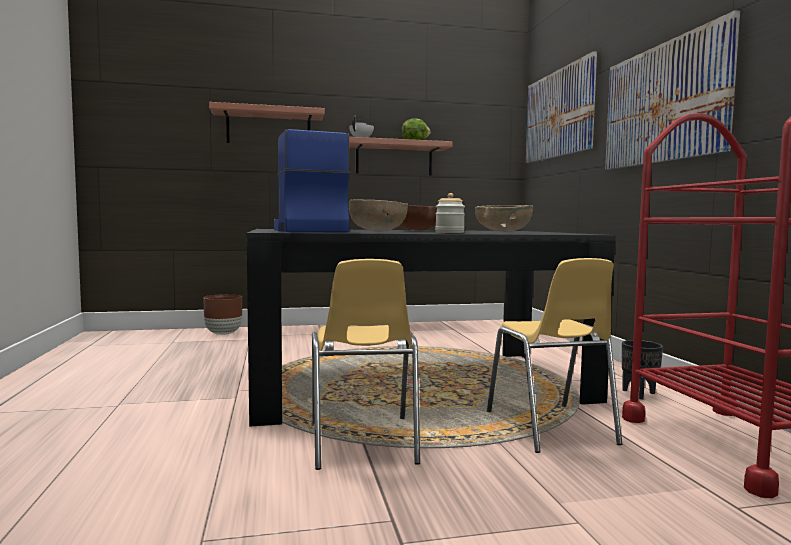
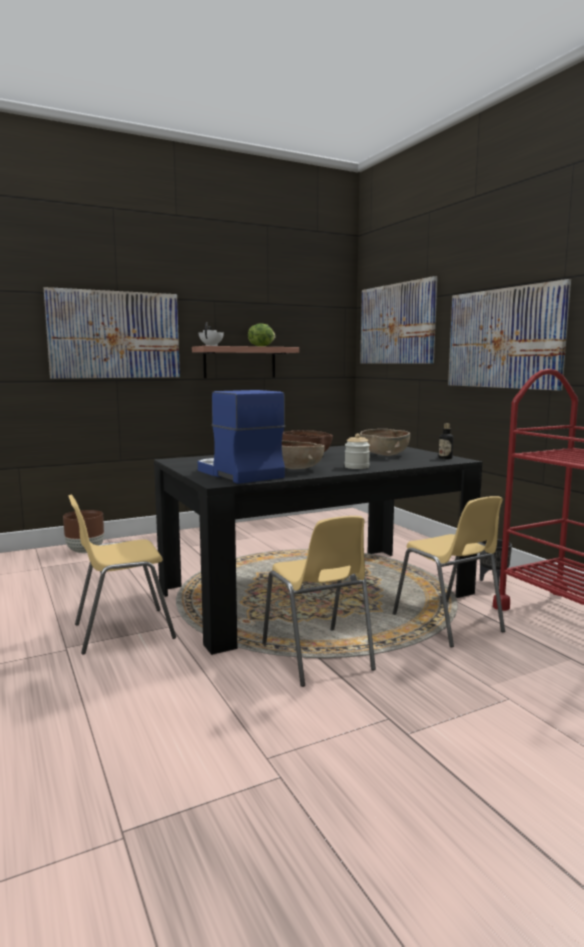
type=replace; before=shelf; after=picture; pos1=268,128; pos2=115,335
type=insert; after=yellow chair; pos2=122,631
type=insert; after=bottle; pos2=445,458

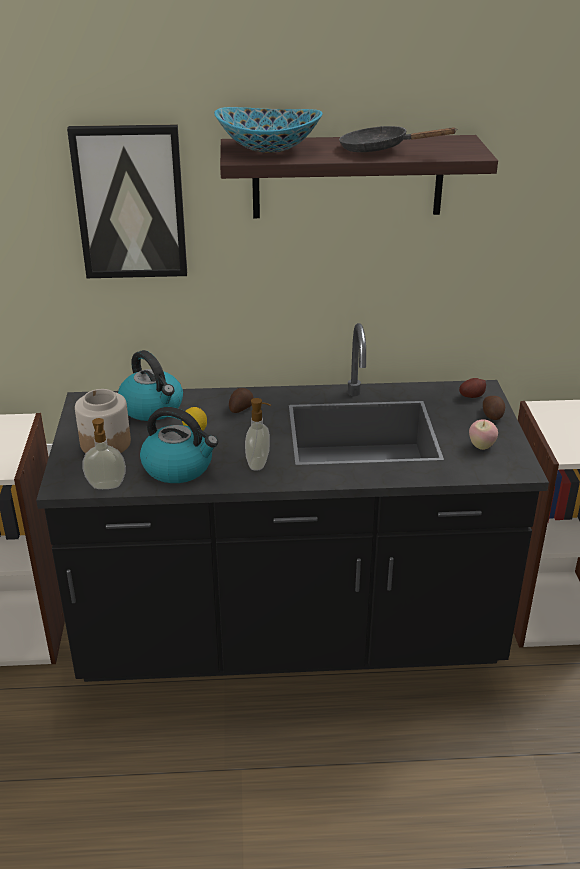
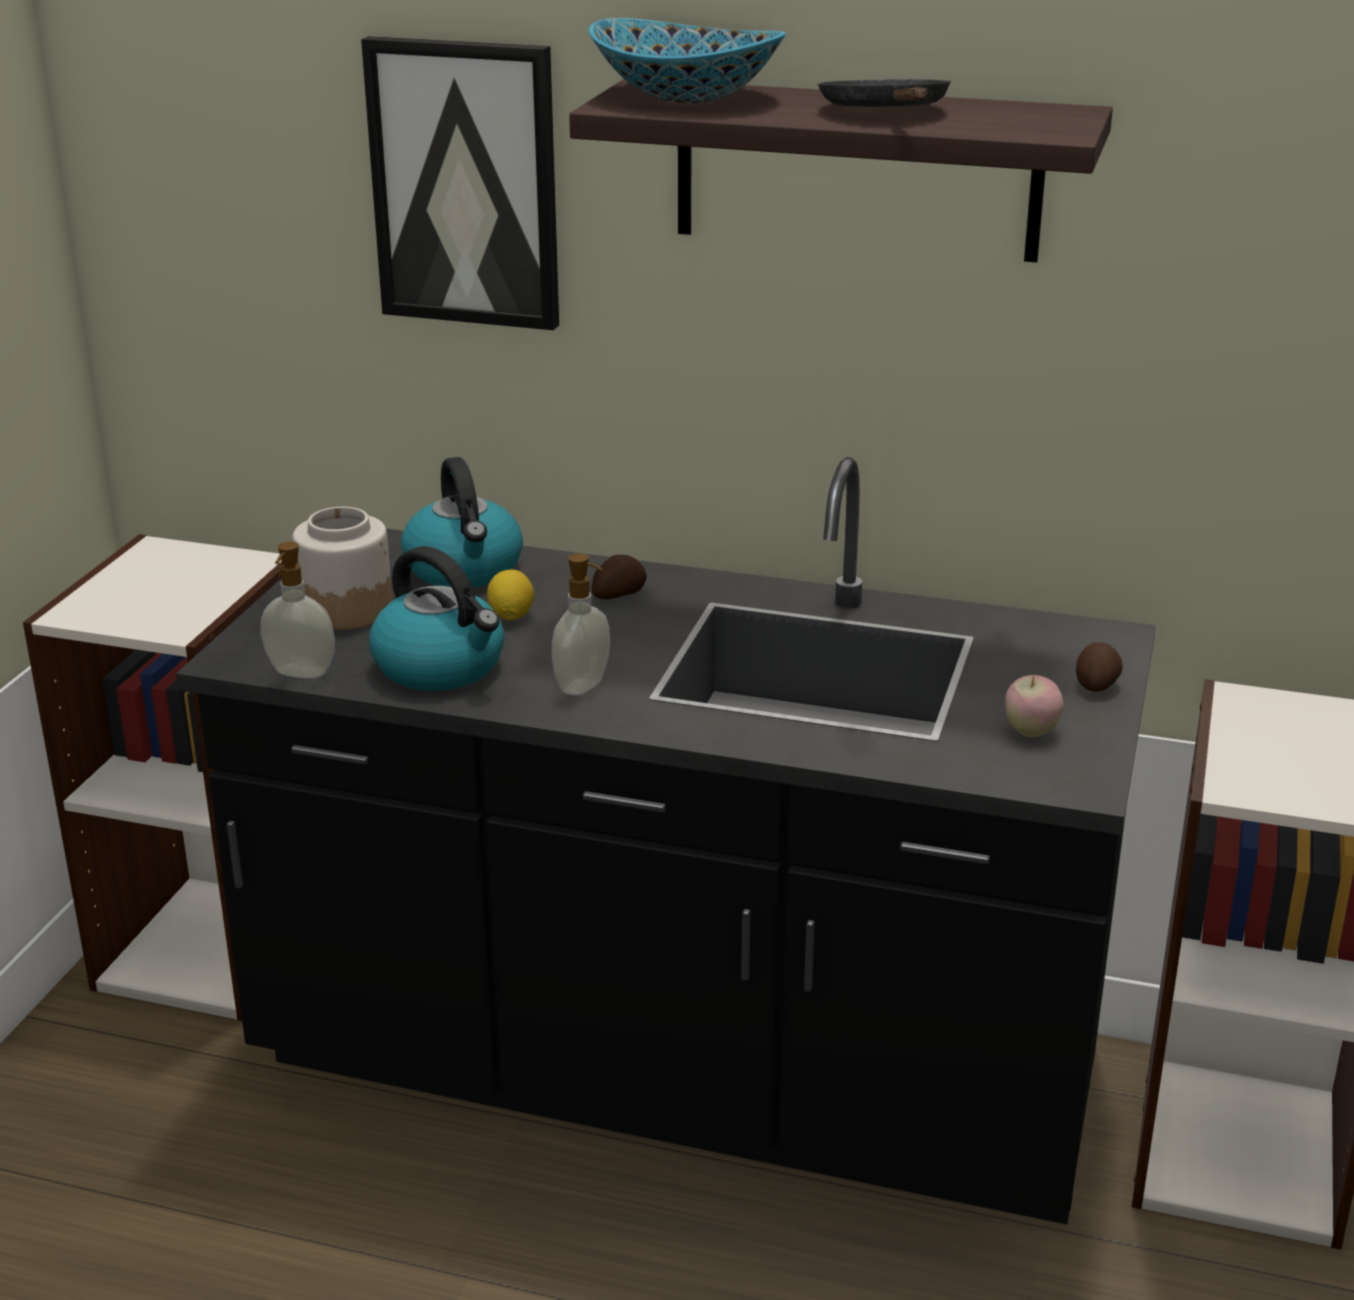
type=rotate; before=black frying pan; pos1=380,150; pos2=887,114; turn=45
type=delete; before=potato; pos1=471,396

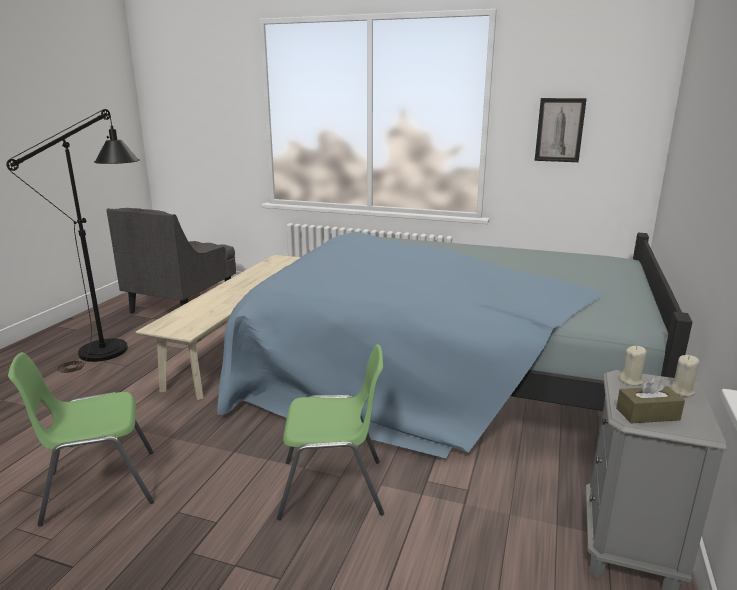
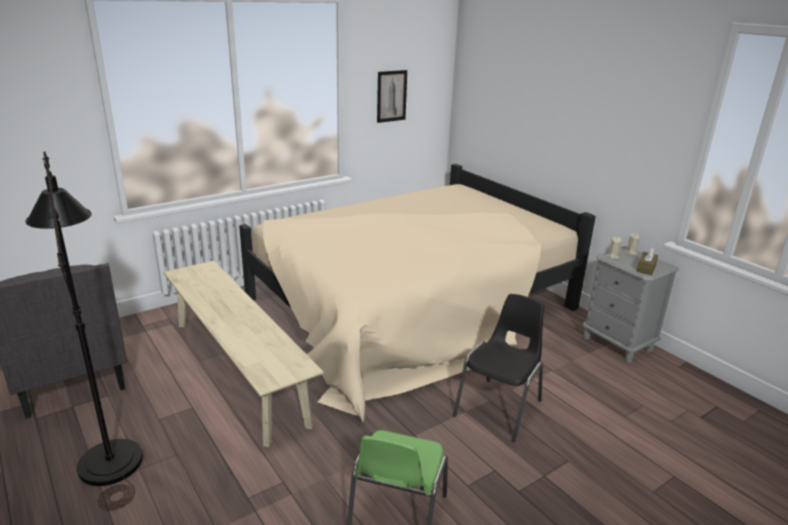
type=recolor; before=blue bed; after=beige bed; pos1=447,372; pos2=411,309
type=recolor; before=green chair; after=black chair; pos1=334,488; pos2=500,408

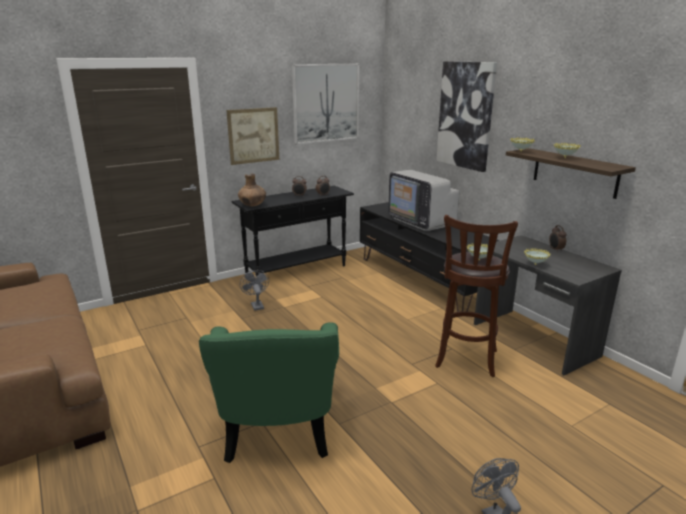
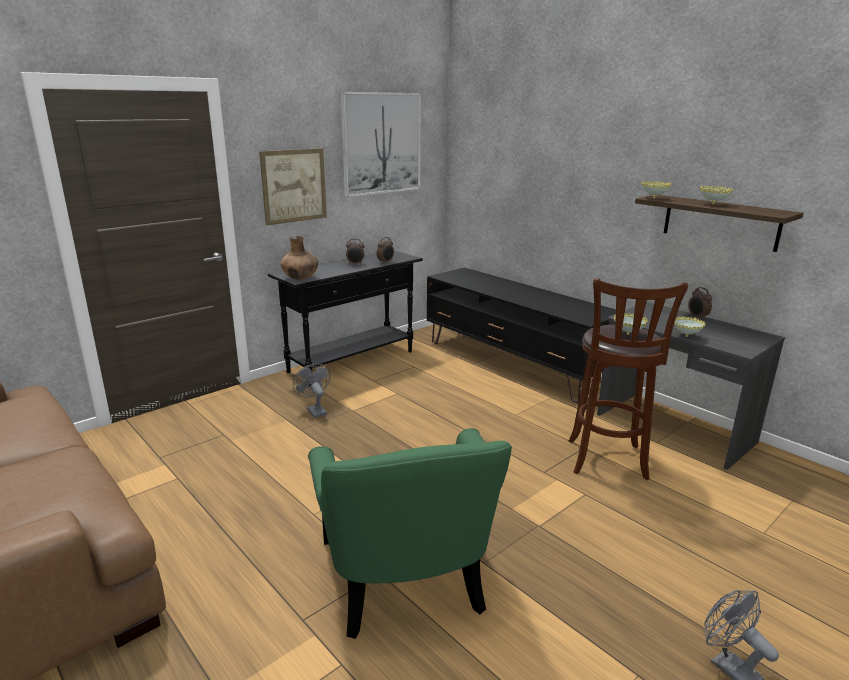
type=delete; before=television; pos1=421,221
type=delete; before=picture; pos1=465,115

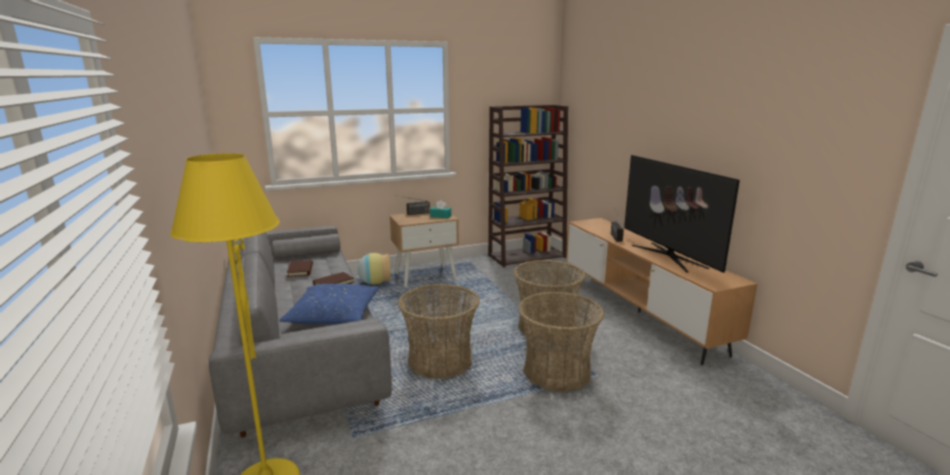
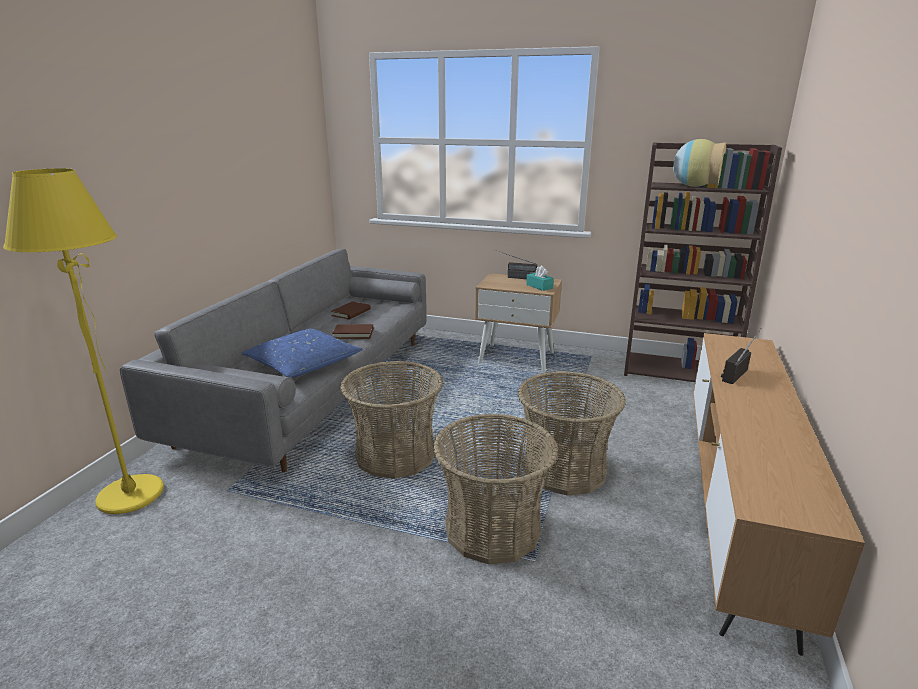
type=move; before=vase; pos1=375,283; pos2=695,186
type=delete; before=television; pos1=668,256

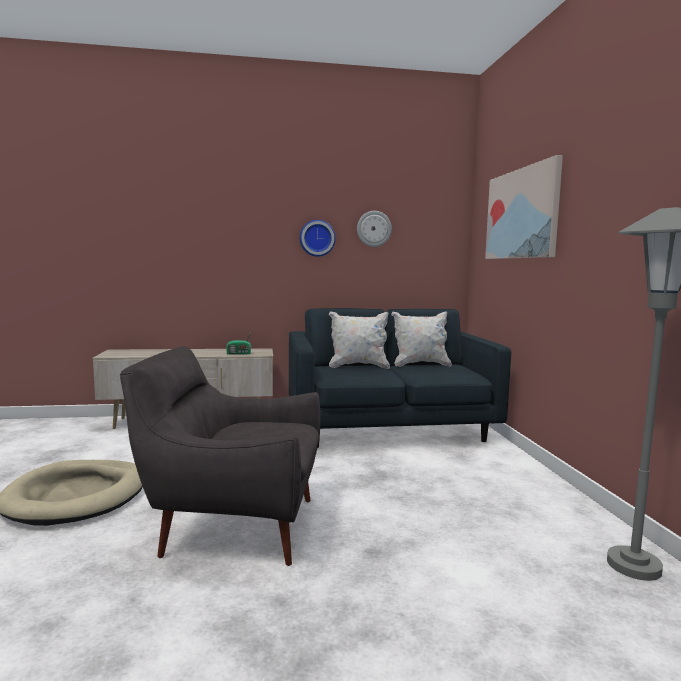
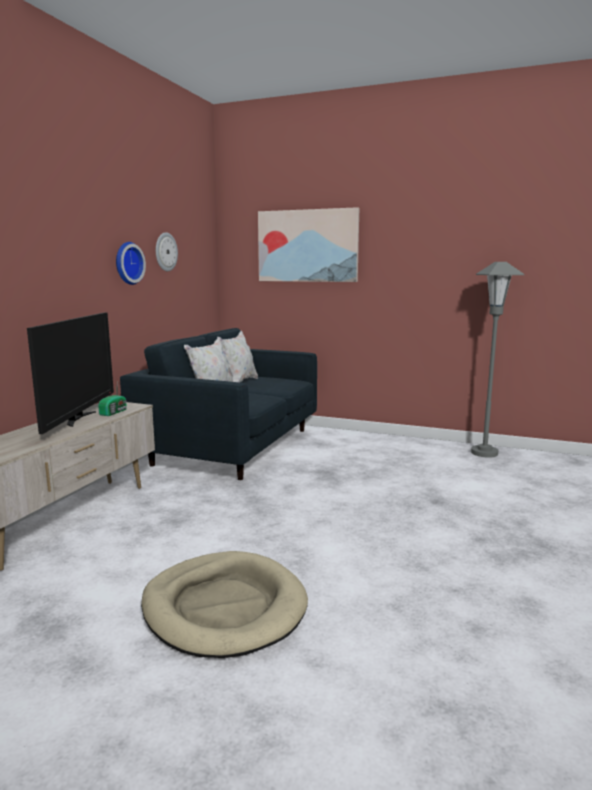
type=delete; before=grey armchair; pos1=233,525
type=insert; after=television; pos2=79,418

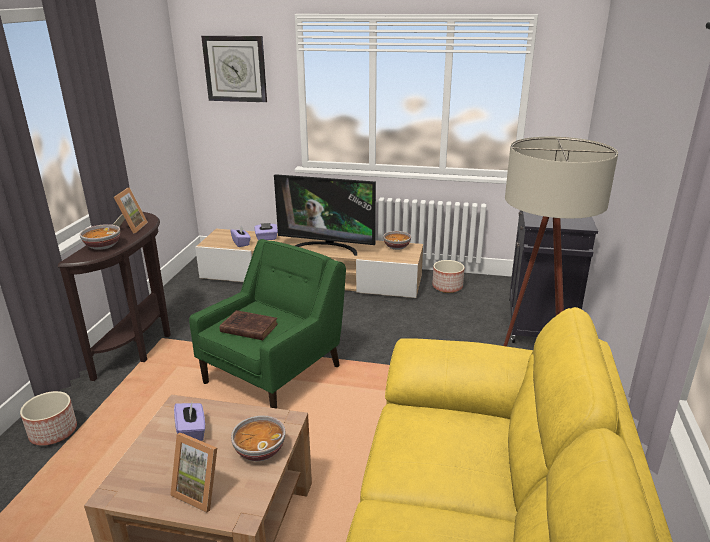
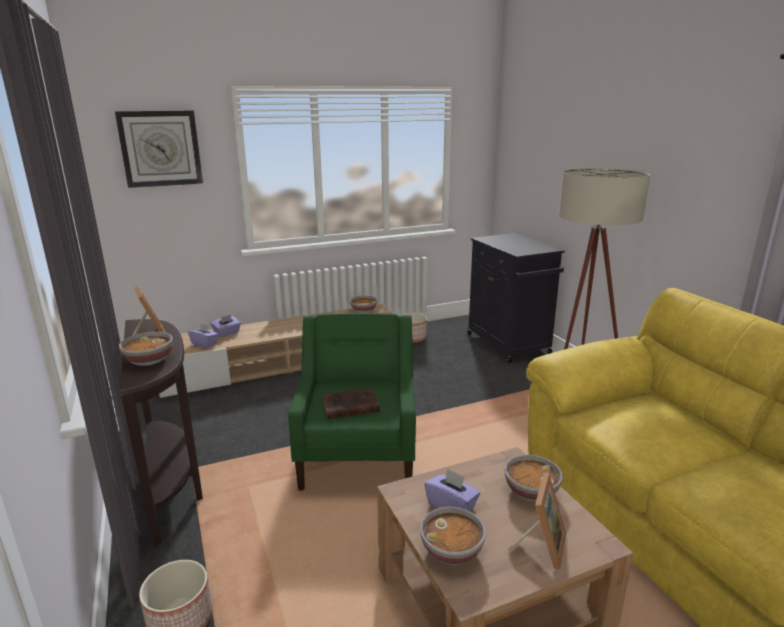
type=rotate; before=picture frame; pos1=201,491; pos2=540,545; turn=-60
type=delete; before=television; pos1=327,247
type=insert; after=bowl; pos2=452,551

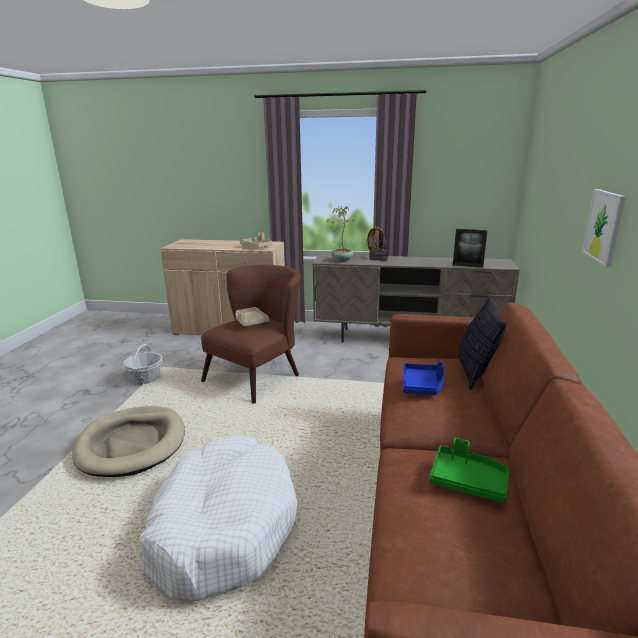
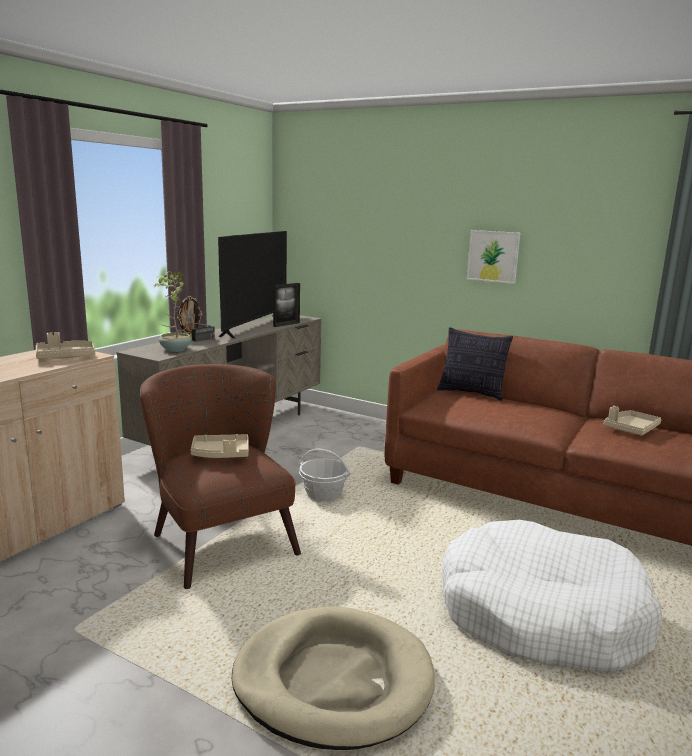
type=move; before=basket; pos1=146,379; pos2=323,494
type=delete; before=blue tray; pos1=422,385
type=recolor; before=green tray; after=beige tray; pos1=467,481; pos2=631,429
type=insert; after=television; pos2=255,326

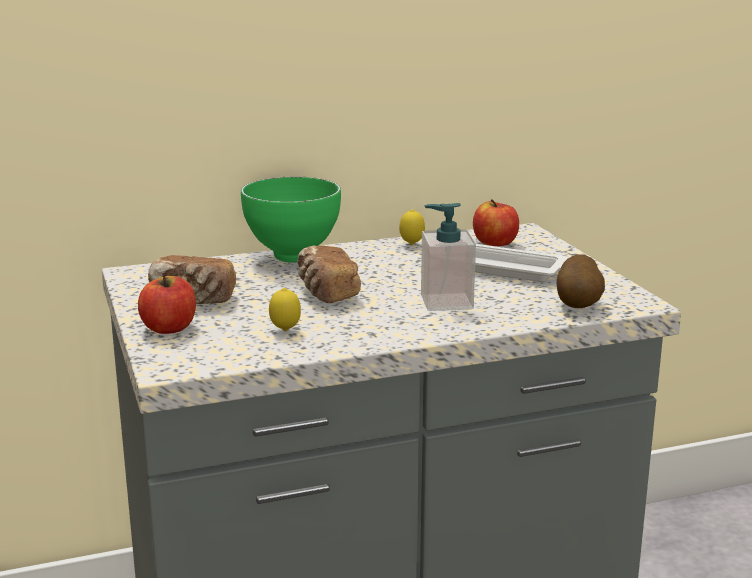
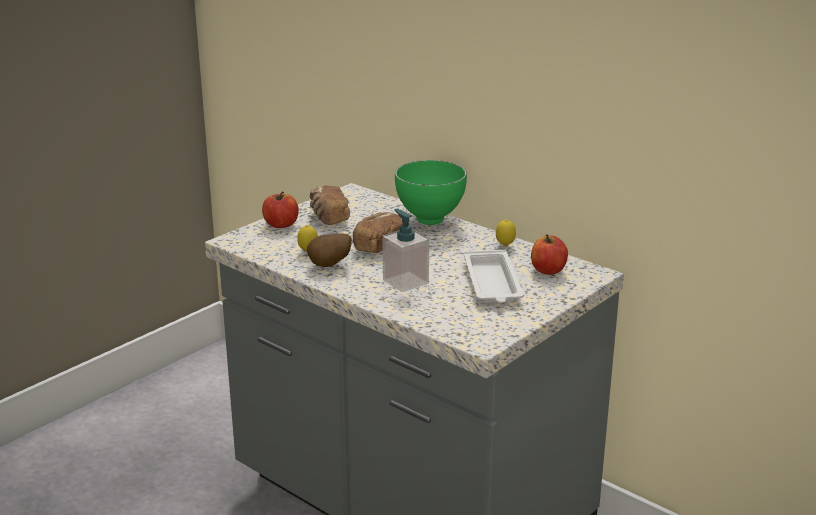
type=move; before=potato; pos1=579,305; pos2=330,266

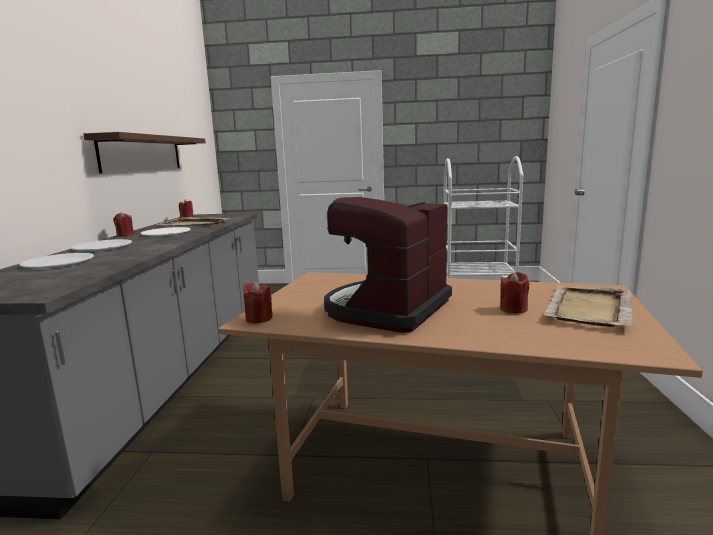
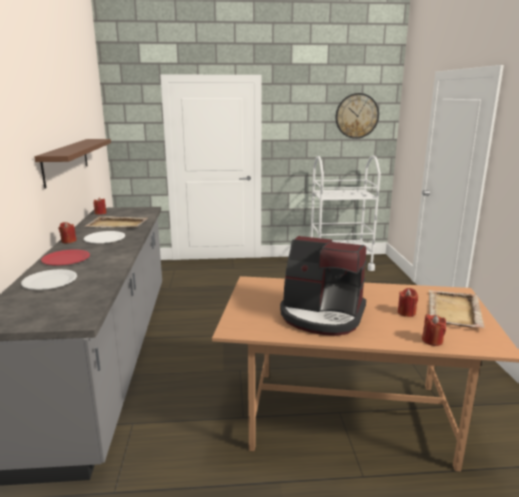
type=recolor; before=white plate; after=red plate; pos1=103,247; pos2=66,259
type=move; before=red candle; pos1=259,318; pos2=432,340
type=rotate; before=coffee machine; pos1=387,309; pos2=322,315; turn=-90
type=insert; after=wall clock; pos2=357,116

